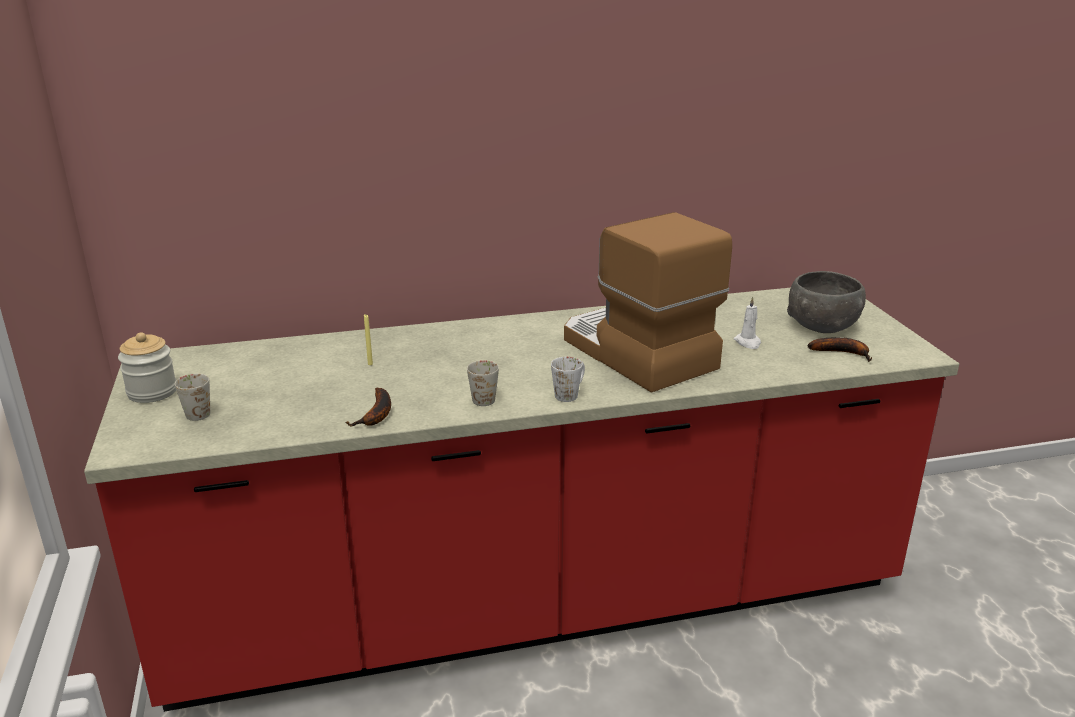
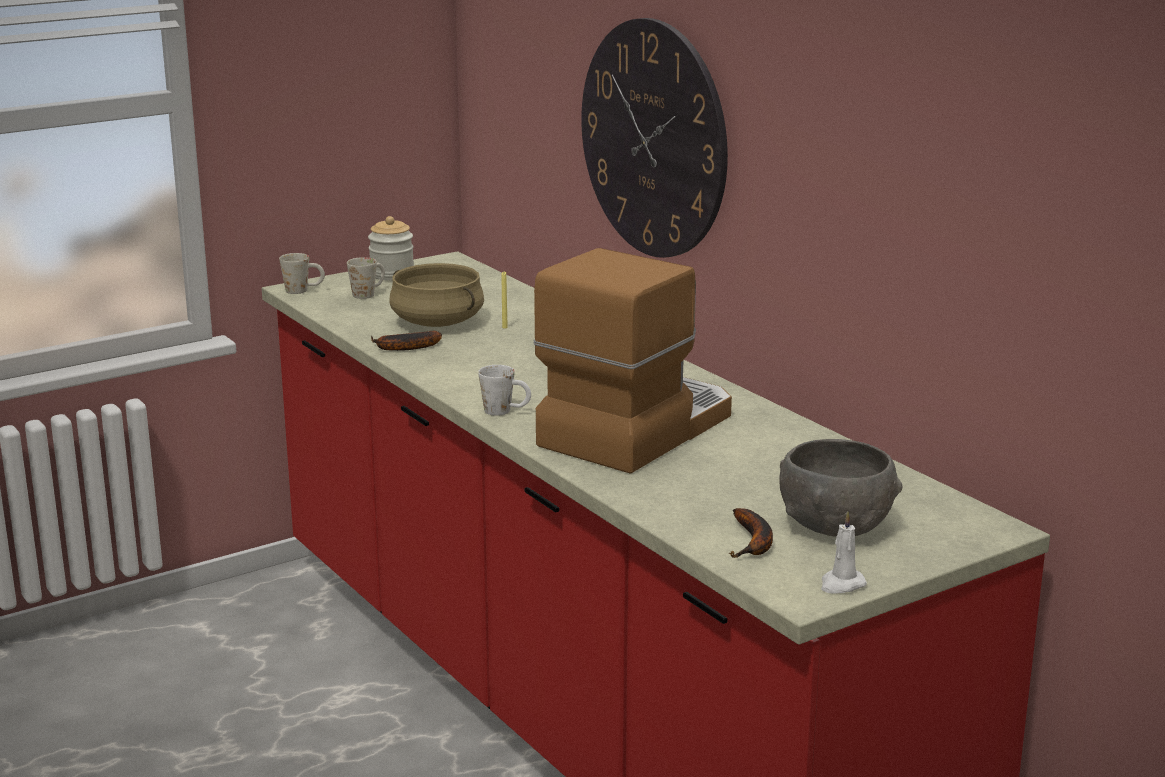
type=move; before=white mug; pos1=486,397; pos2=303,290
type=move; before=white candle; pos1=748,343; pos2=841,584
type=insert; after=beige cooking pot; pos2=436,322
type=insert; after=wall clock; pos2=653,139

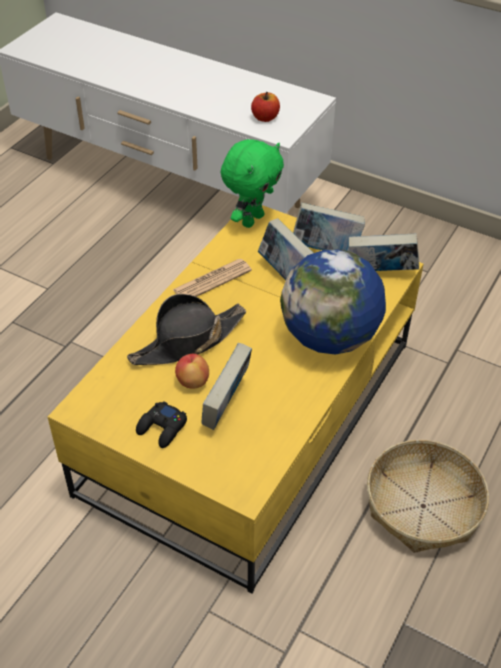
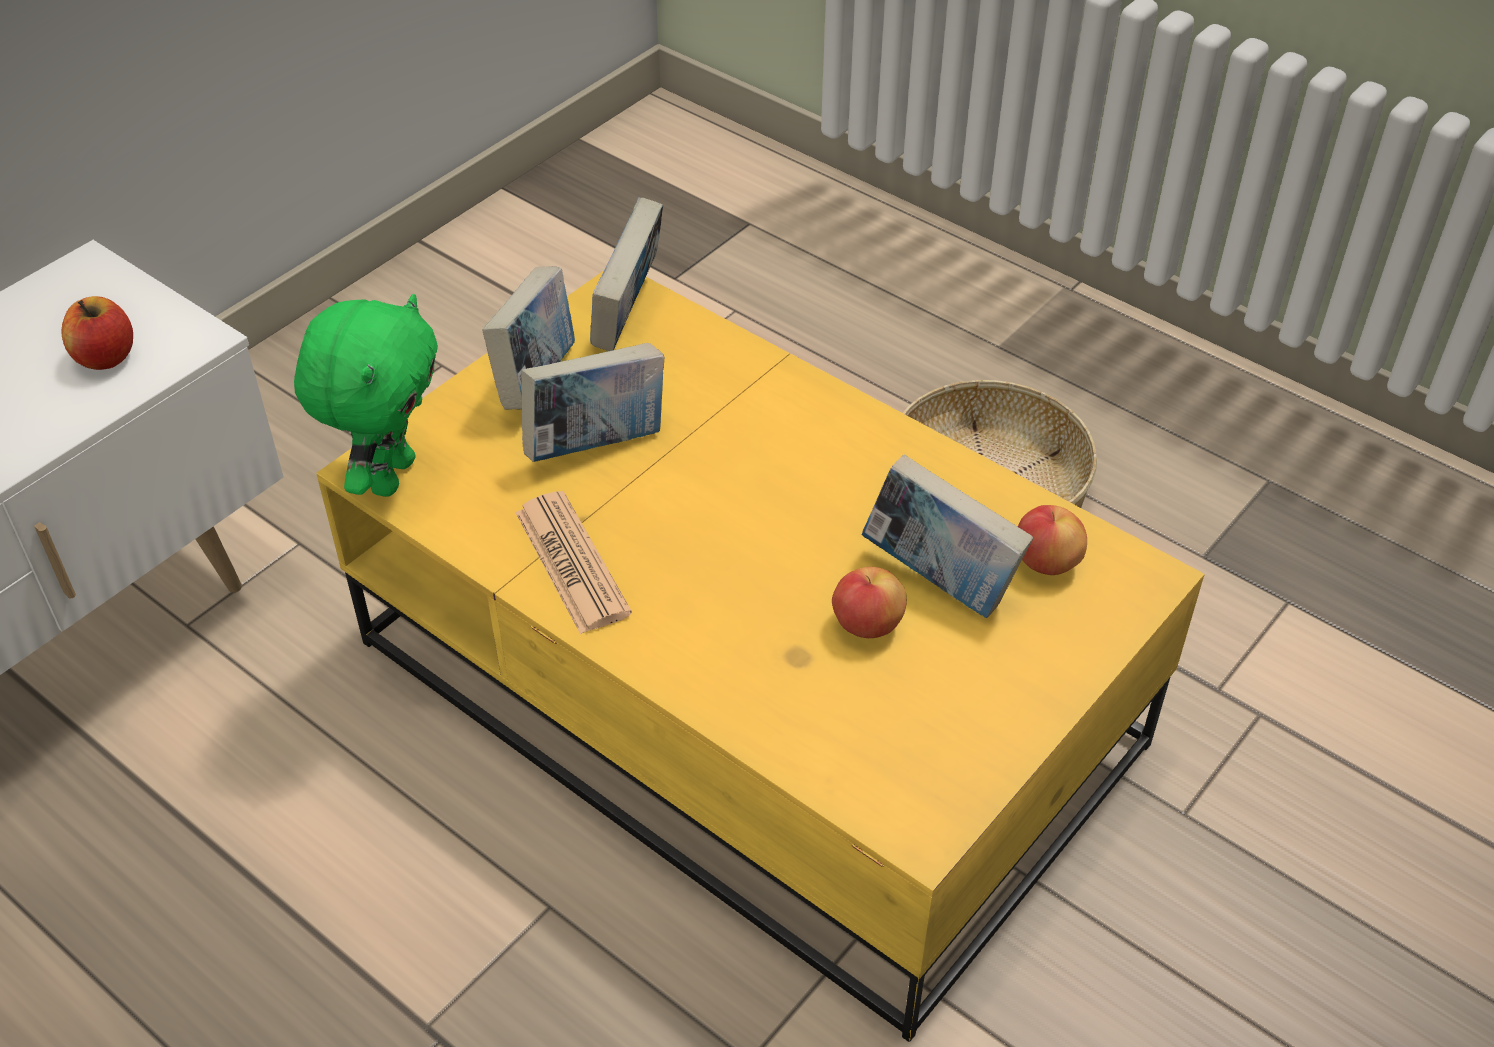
type=delete; before=black hat; pos1=188,341
type=delete; before=black game controller; pos1=162,428
type=rotate; before=green plush toy; pos1=251,219; pos2=390,475; turn=60
type=delete; before=globe; pos1=329,338
type=insert; after=apple; pos2=1046,562

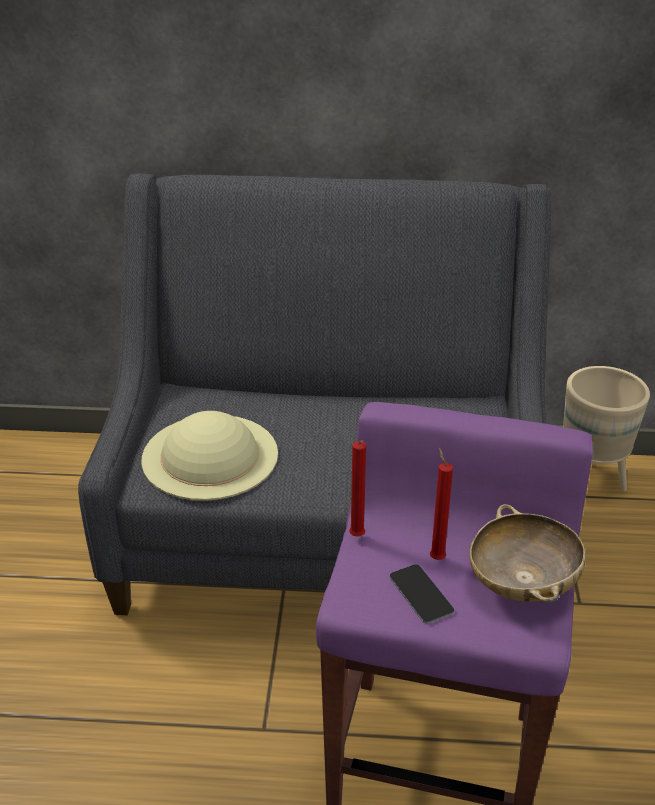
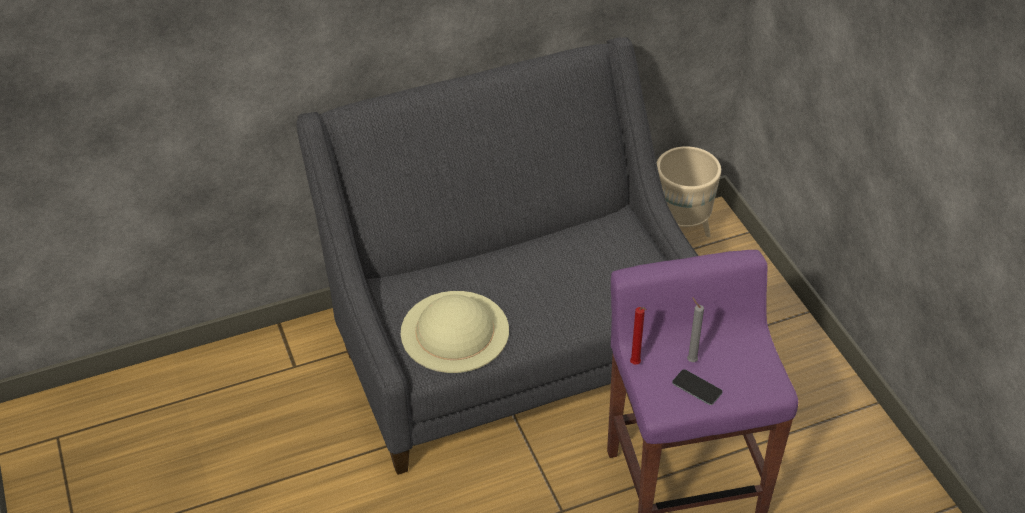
type=recolor; before=red candle; after=grey candle; pos1=436,557; pos2=690,360
type=delete; before=beige bowl; pos1=522,583

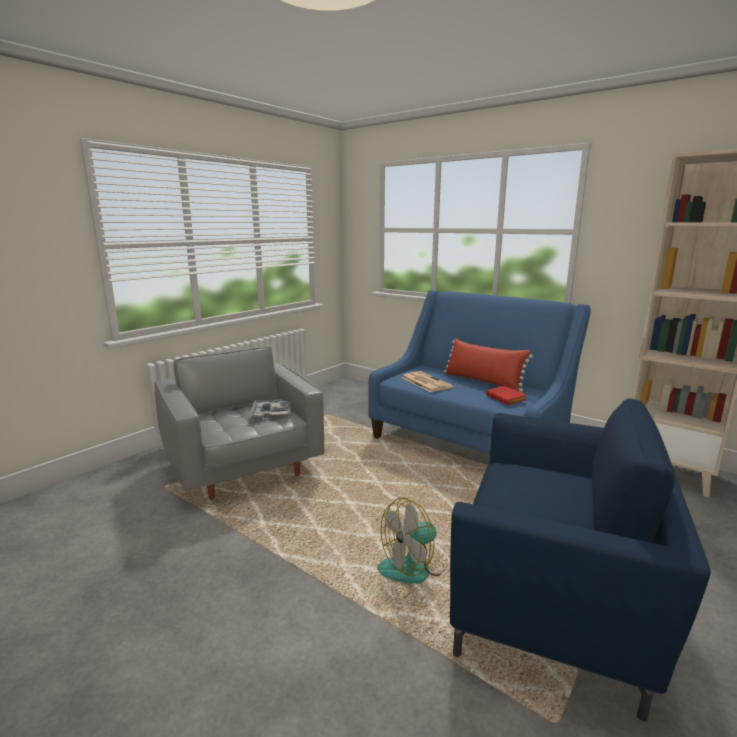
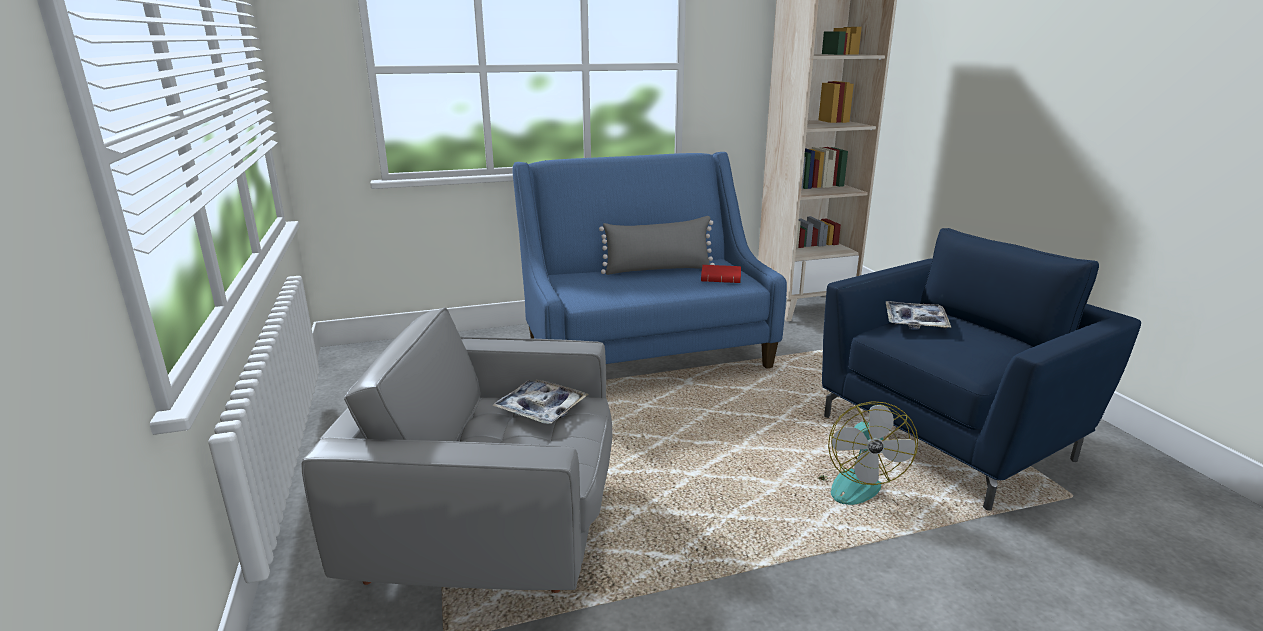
type=delete; before=newspaper; pos1=425,382
type=recolor; before=red pillow; after=grey pillow; pos1=483,381; pos2=658,269
type=insert; after=tray; pos2=915,321

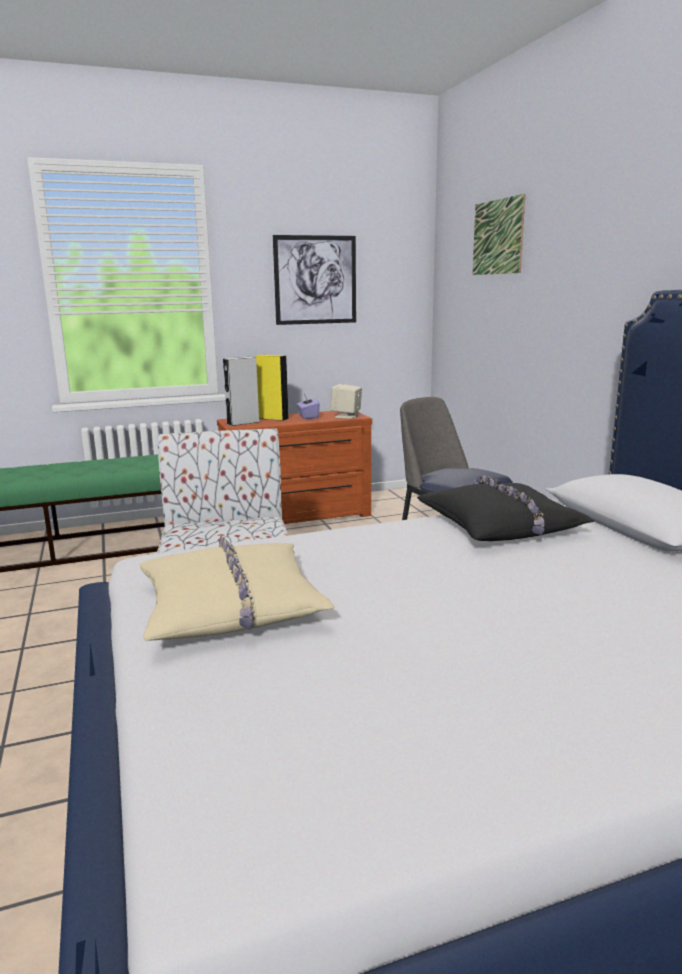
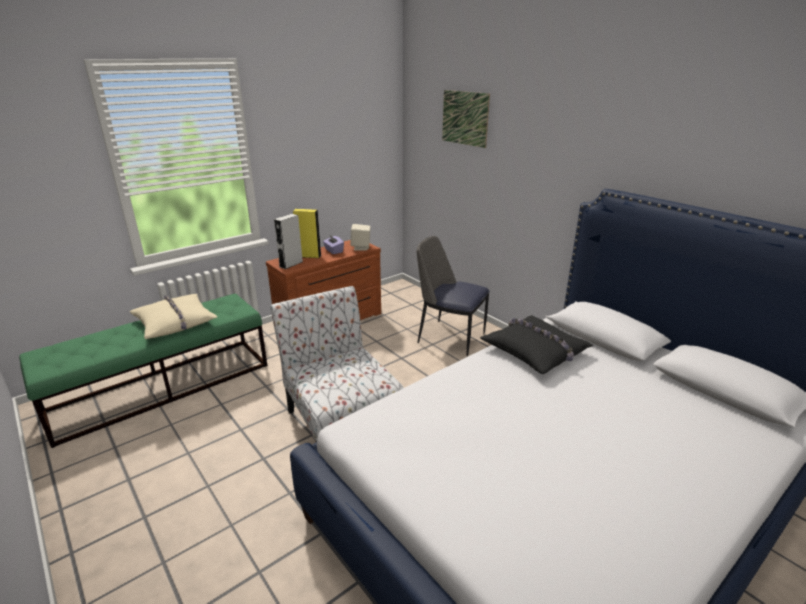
type=move; before=beige pillow; pos1=231,606; pos2=175,322
type=delete; before=picture; pos1=315,280

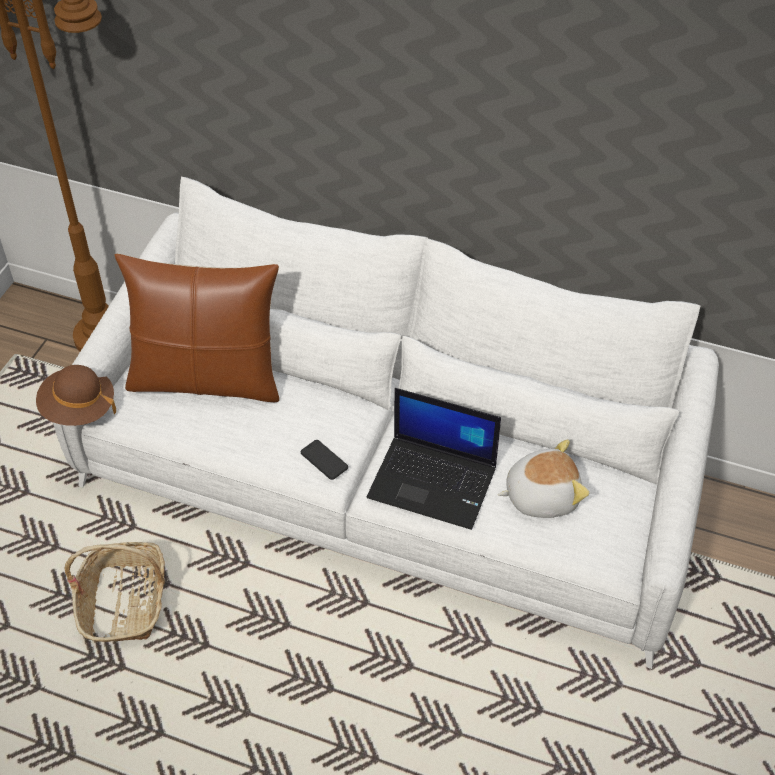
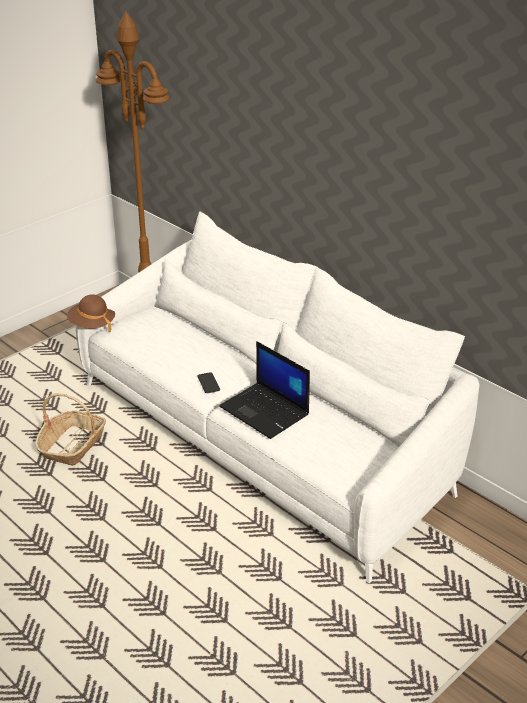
type=delete; before=brown pillow; pos1=207,379
type=delete; before=plush toy; pos1=541,495

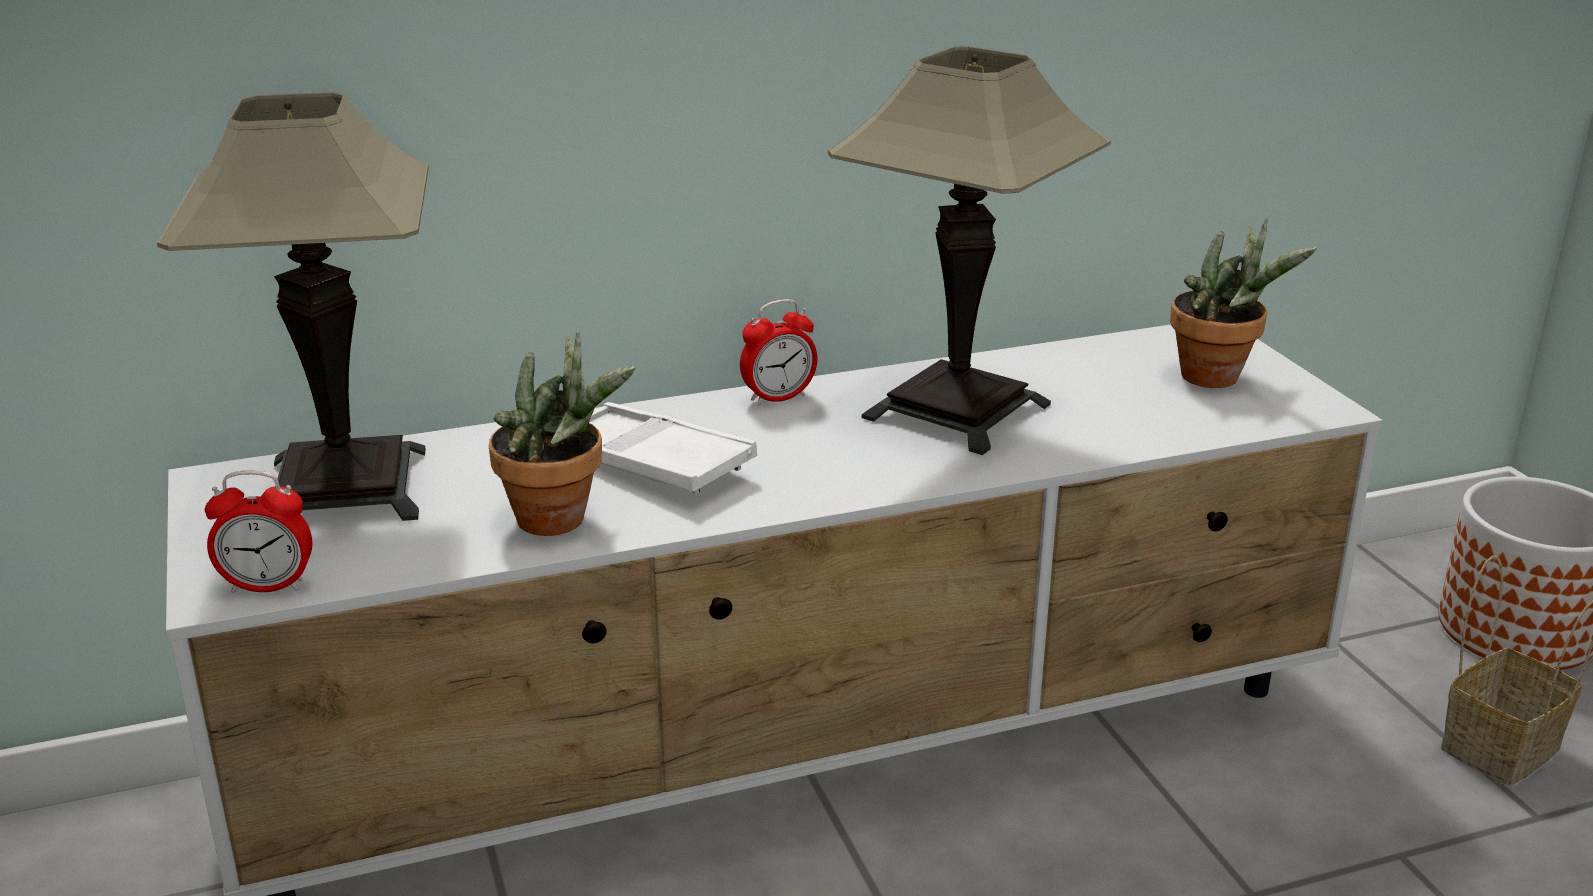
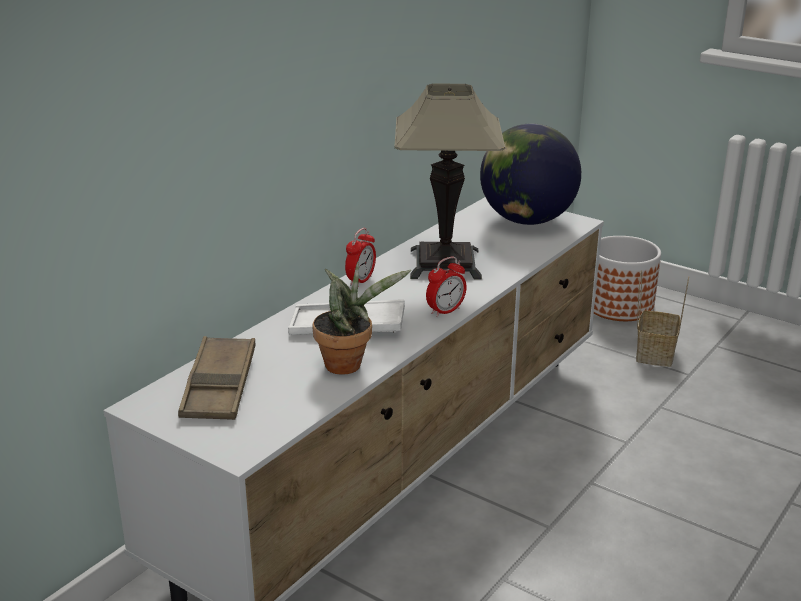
type=replace; before=table lamp; after=brown tray; pos1=345,488; pos2=219,386
type=move; before=alarm clock; pos1=268,586; pos2=445,311
type=replace; before=potted plant; after=globe; pos1=1219,378; pos2=526,220

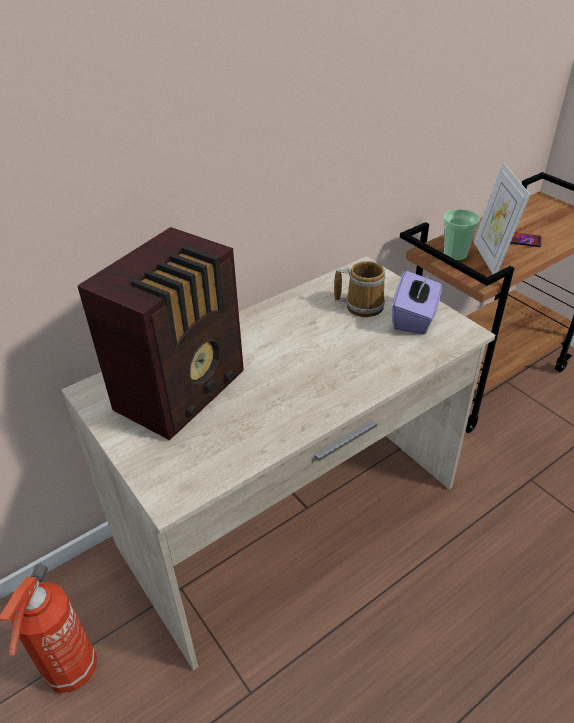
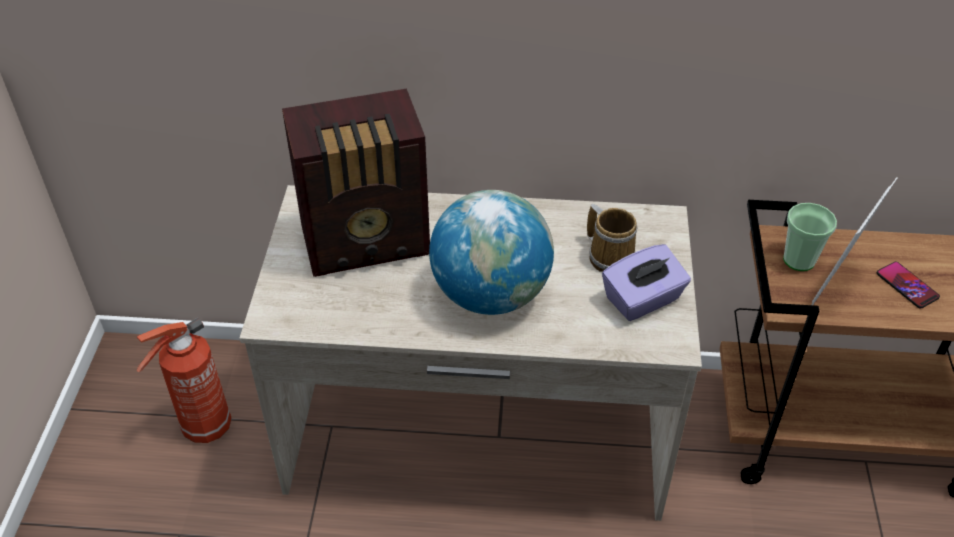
type=insert; after=globe; pos2=490,294

